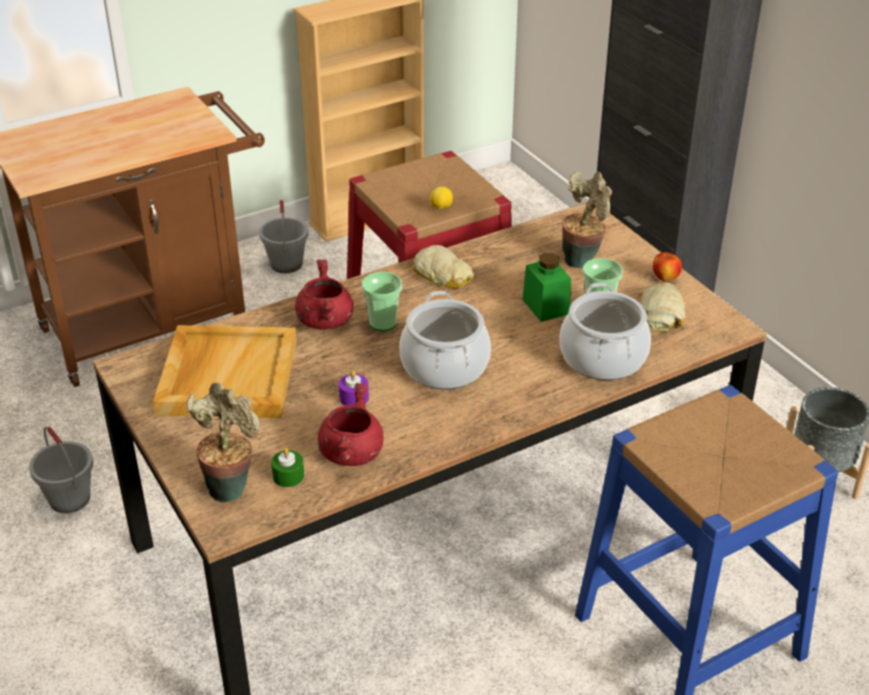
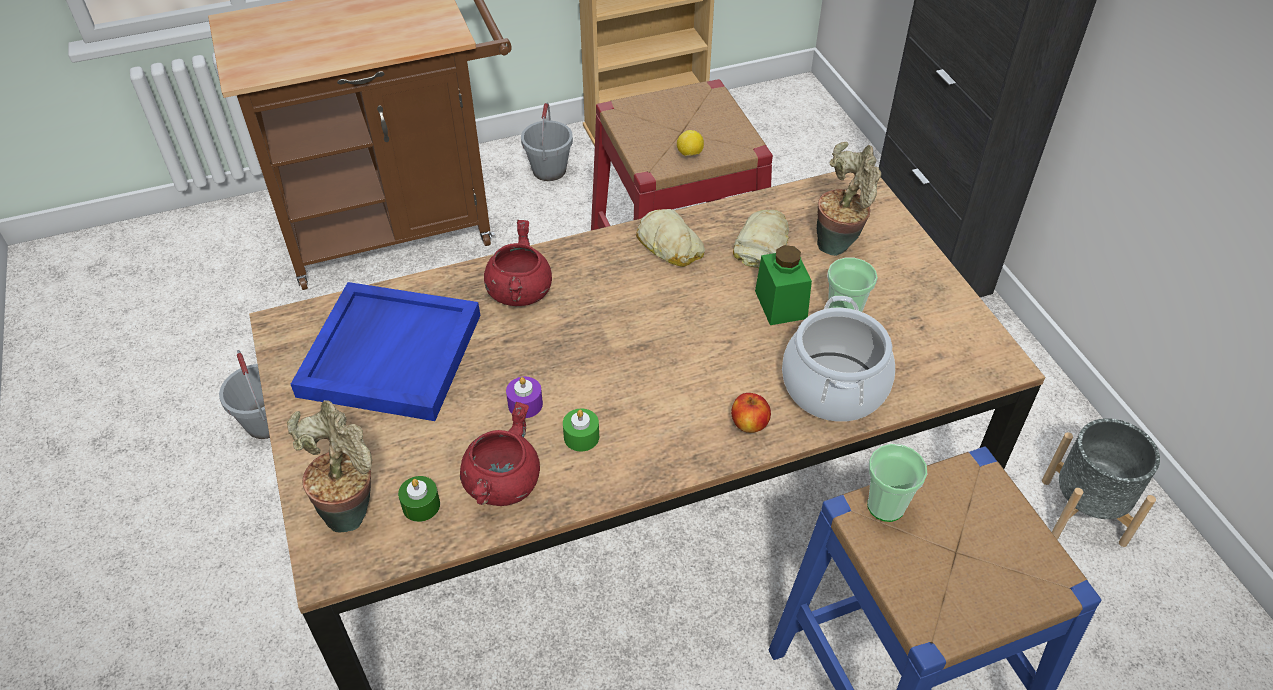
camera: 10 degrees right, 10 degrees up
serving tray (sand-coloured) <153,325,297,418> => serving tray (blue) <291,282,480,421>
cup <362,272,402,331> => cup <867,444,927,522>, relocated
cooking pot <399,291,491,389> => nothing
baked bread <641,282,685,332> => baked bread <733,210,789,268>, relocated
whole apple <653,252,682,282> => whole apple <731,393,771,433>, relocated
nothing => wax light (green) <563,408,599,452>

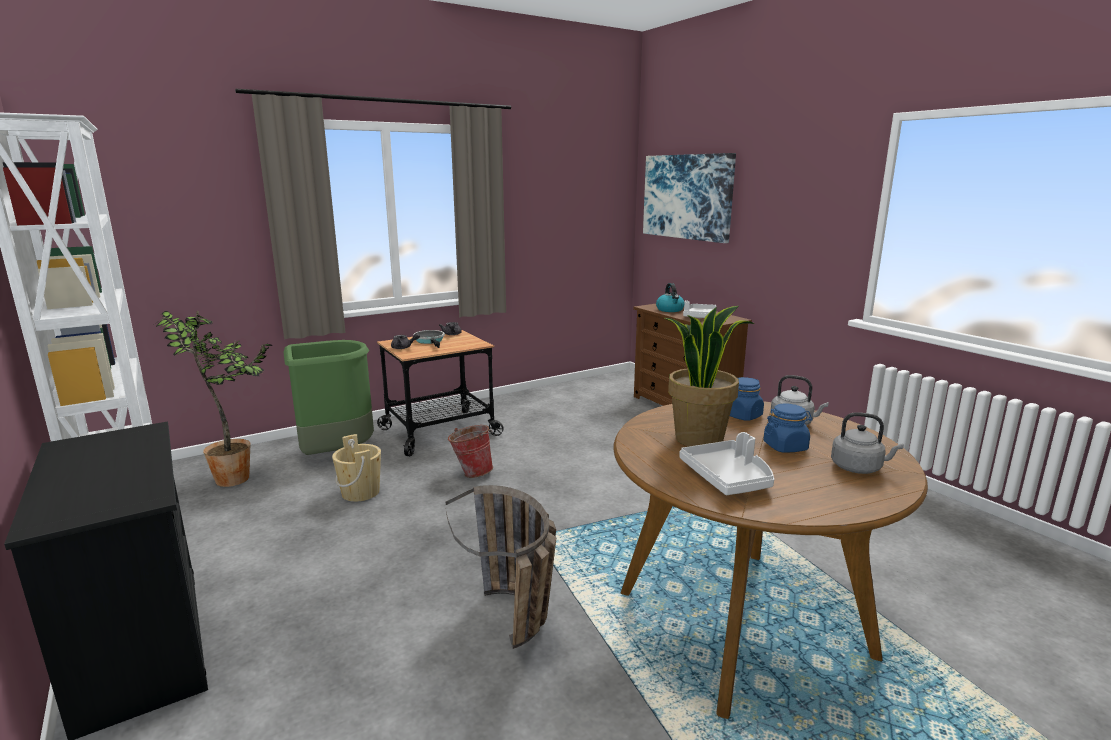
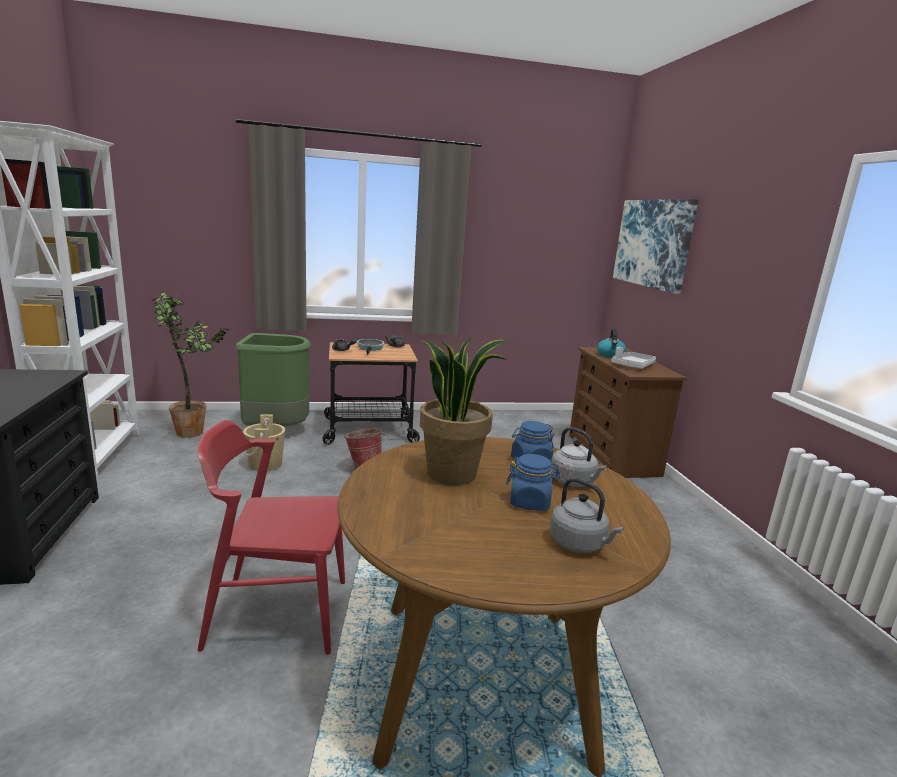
camera: 20 degrees right, 0 degrees up
household basket <446,485,557,649> => upright chair (red-coloured) <197,420,345,655>
serving tray (gray) <679,432,774,495> => nothing

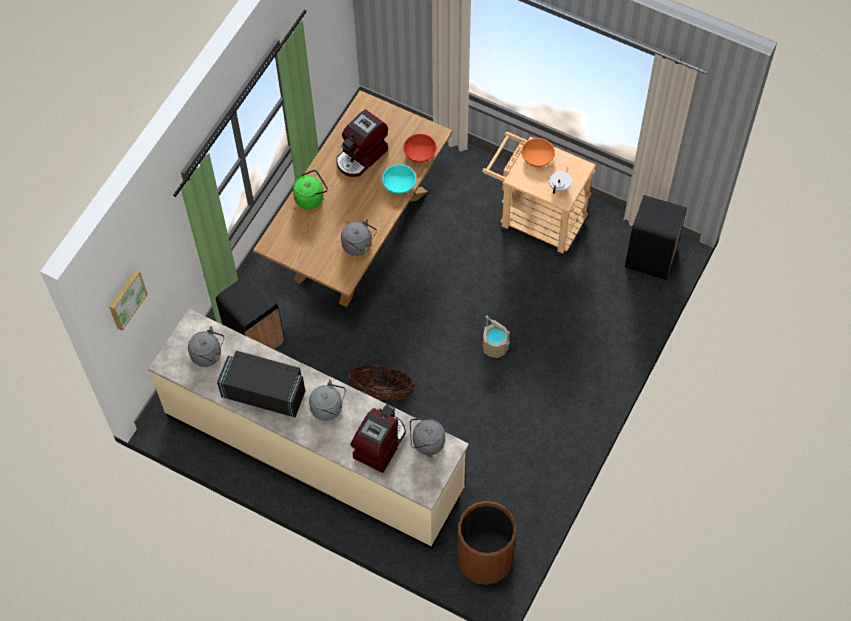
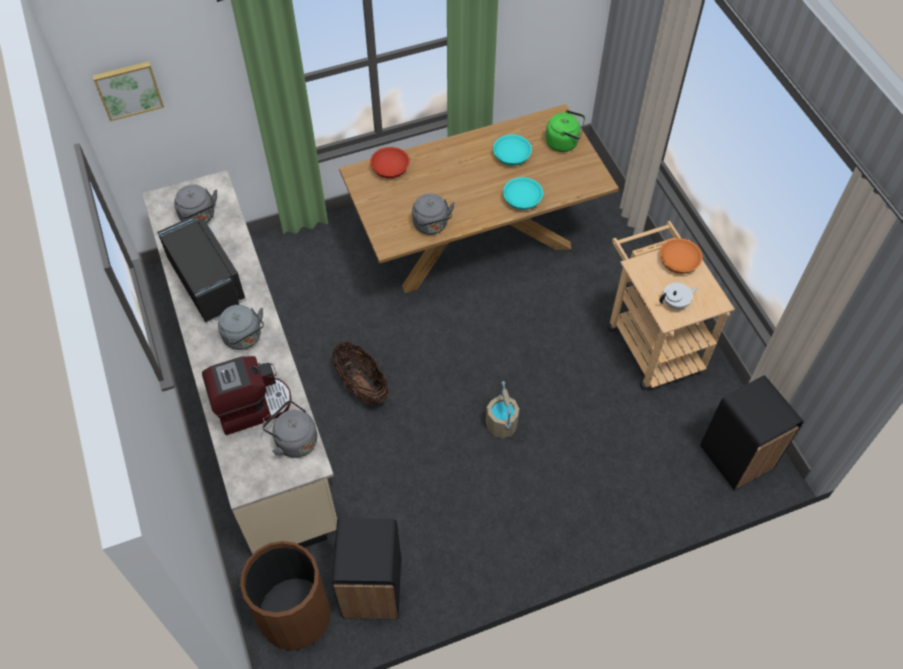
camera: 40 degrees right, 5 degrees down
trash can (black-coloured) <216,274,285,350> => trash can (black-coloured) <332,518,401,619>, relocated
water kettle (green) <293,170,328,209> => water kettle (green) <546,110,585,152>, relocated
coffee maker <336,109,388,177> => serving bowl (blue-green) <493,135,532,166>
serving bowl (red-coloured) <403,134,437,163> => serving bowl (red-coloured) <370,147,409,179>, relocated

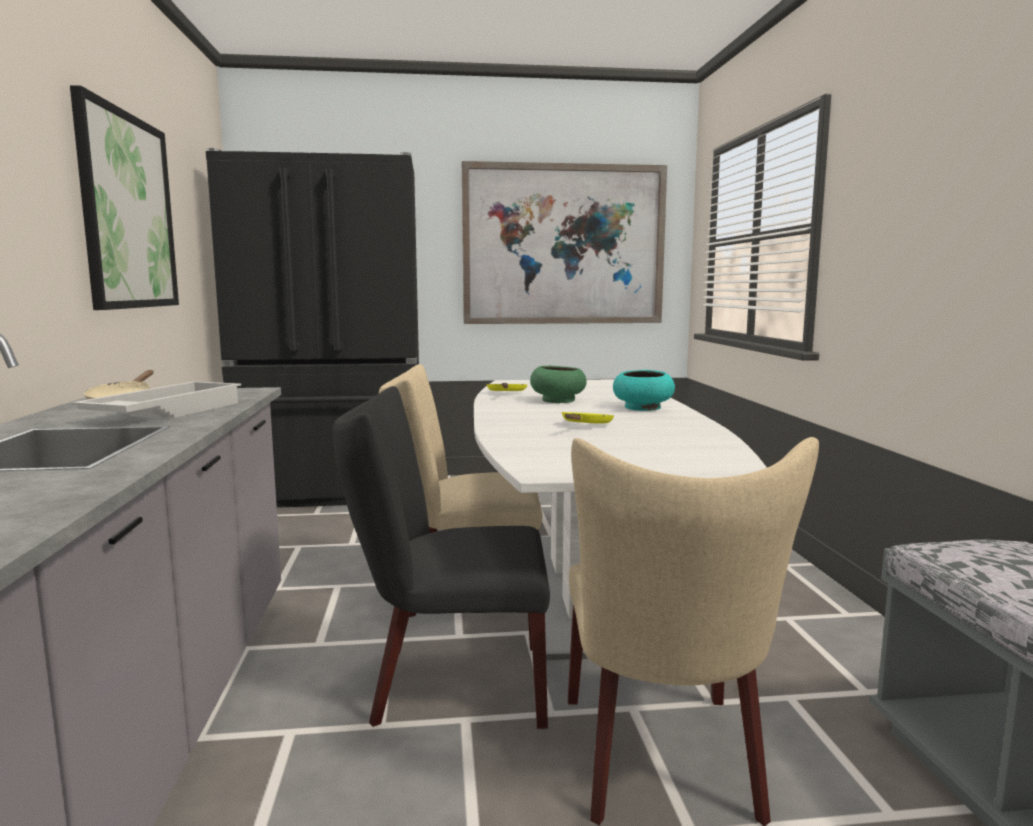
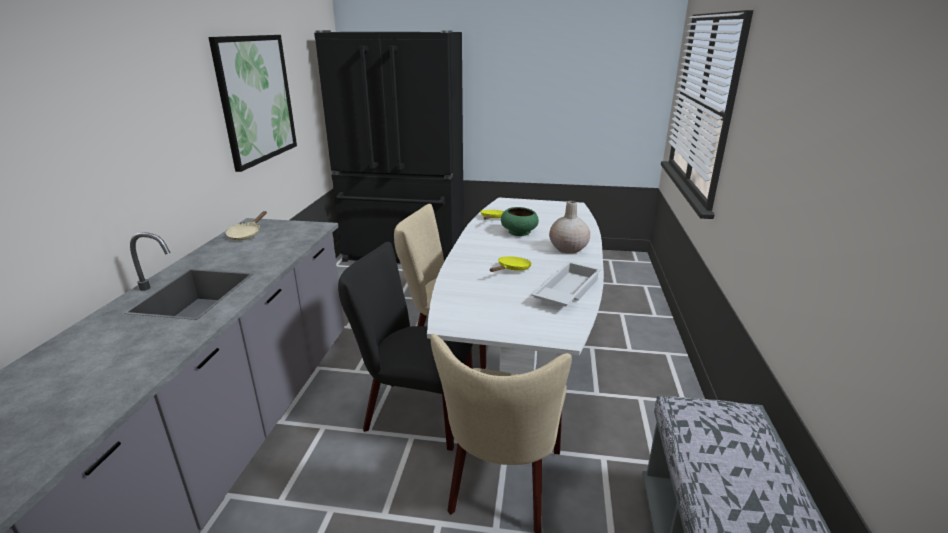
camera: 15 degrees right, 15 degrees up
serving tray (white-coloured) <71,381,241,418> => serving tray (white-coloured) <531,261,601,307>, relocated
wall picture <462,161,667,324> => nothing
serving bowl (blue-green) <613,370,675,411> => flower vase (sand-coloured) <549,201,590,254>

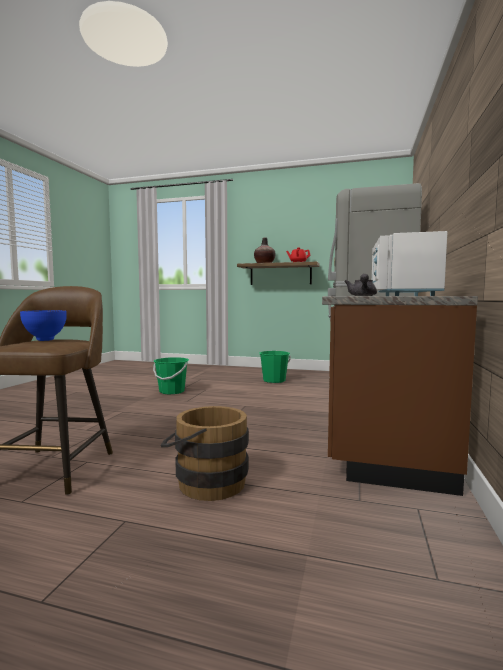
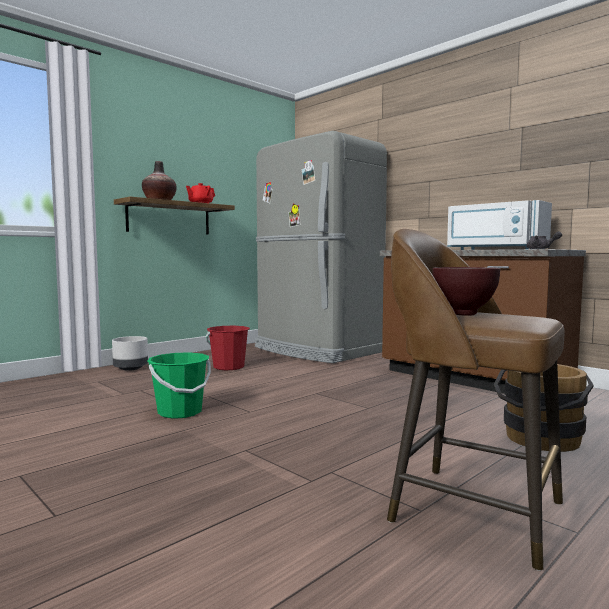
camera: 60 degrees left, 0 degrees up
serving bowl (blue) <20,310,67,341> => serving bowl (brown) <432,267,500,316>
bucket (green) <259,351,291,383> => bucket (red-coloured) <206,326,250,370>
nothing => flower pot (gray) <112,336,148,371>

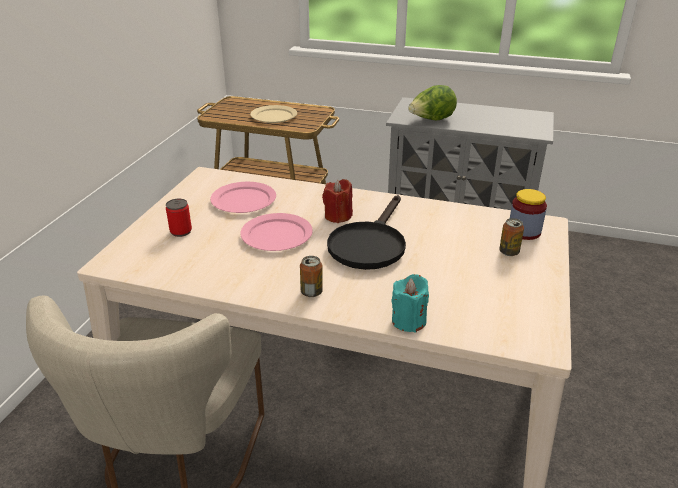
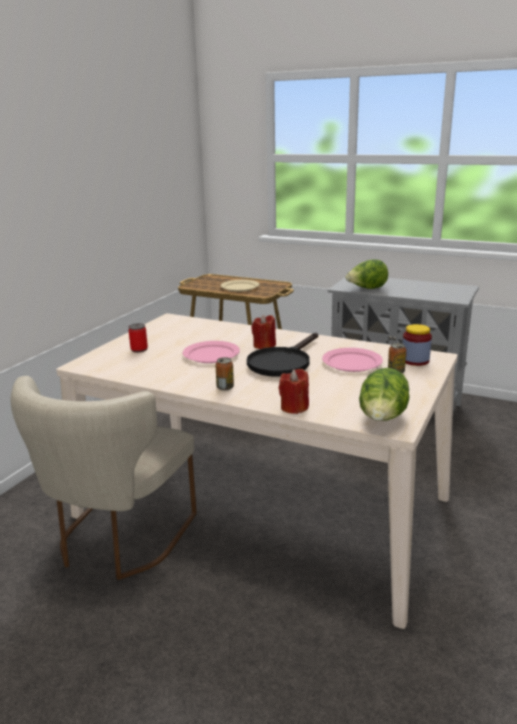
camera: 10 degrees right, 10 degrees down
flat dish (pinkish) <210,182,276,213> => flat dish (pinkish) <322,348,383,372>, relocated
wax light (blue-green) <391,274,429,333> => wax light (red-coloured) <279,369,309,414>
nothing => lettuce head <359,368,409,421>

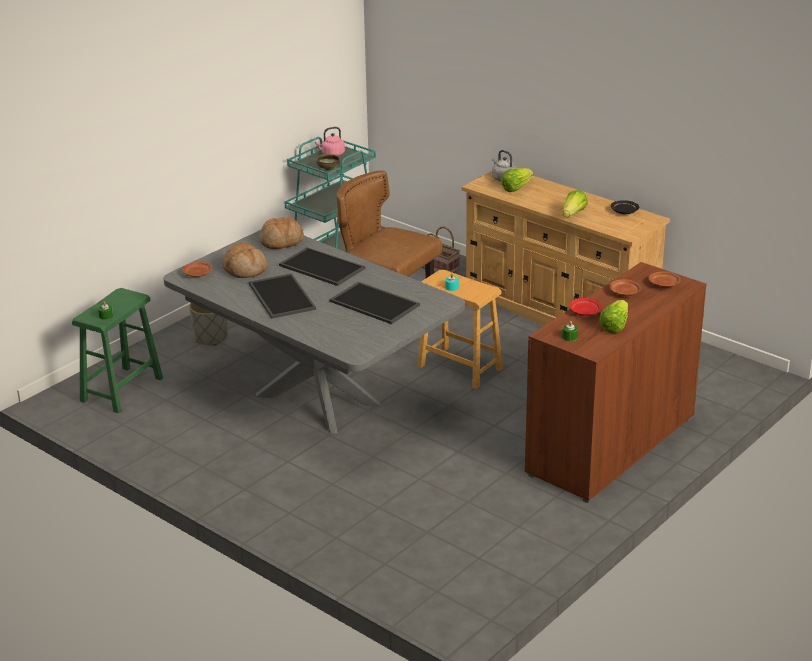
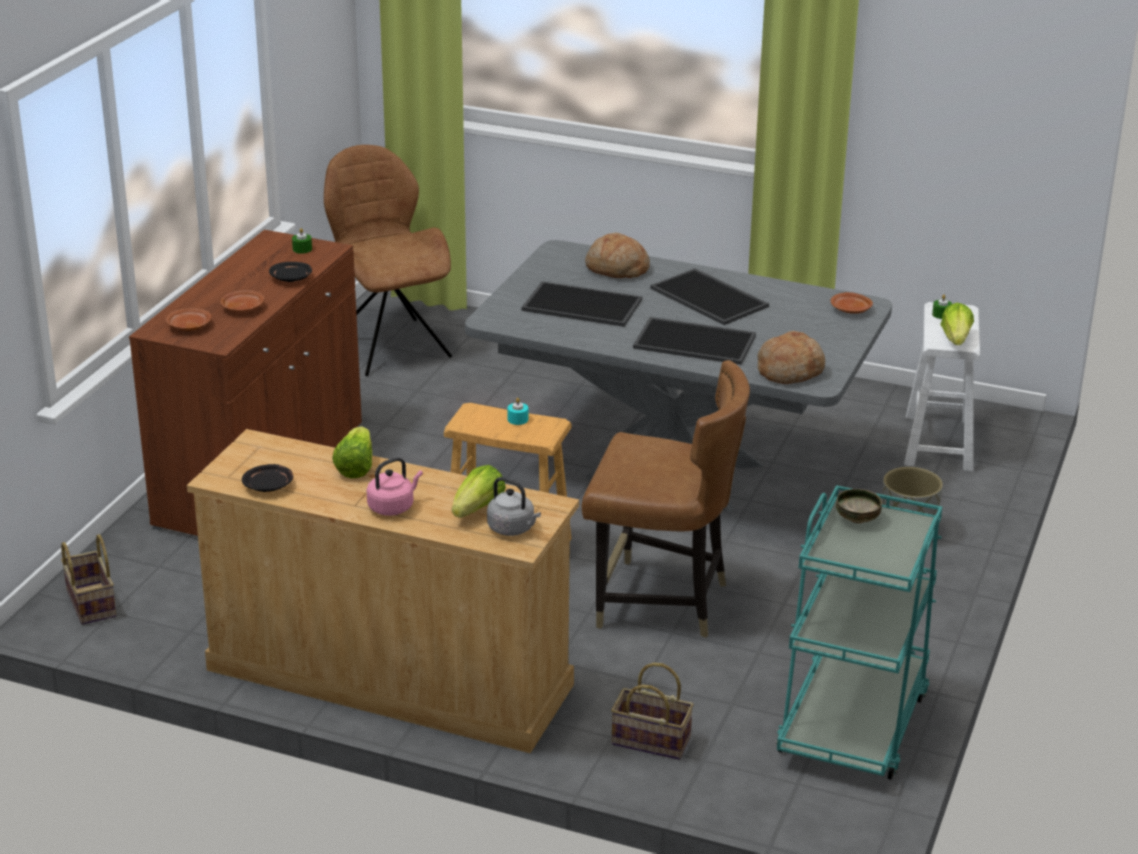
camera: 160 degrees right, 0 degrees up
stool (green) <72,288,163,413> => stool (white-coloured) <904,302,980,471>
baked bread <222,243,267,278> => baked bread <585,232,650,278>, relocated
water kettle (pinkish) <315,127,345,156> => water kettle (pinkish) <367,457,423,516>, relocated
flat dish (red-coloured) <569,298,602,316> => flat dish (black-coloured) <269,262,312,282>
lettuce head <599,300,628,333> => lettuce head <940,303,974,345>, relocated
nothing => household basket <61,534,117,625>
nothing => upright chair (brown) <324,145,452,376>

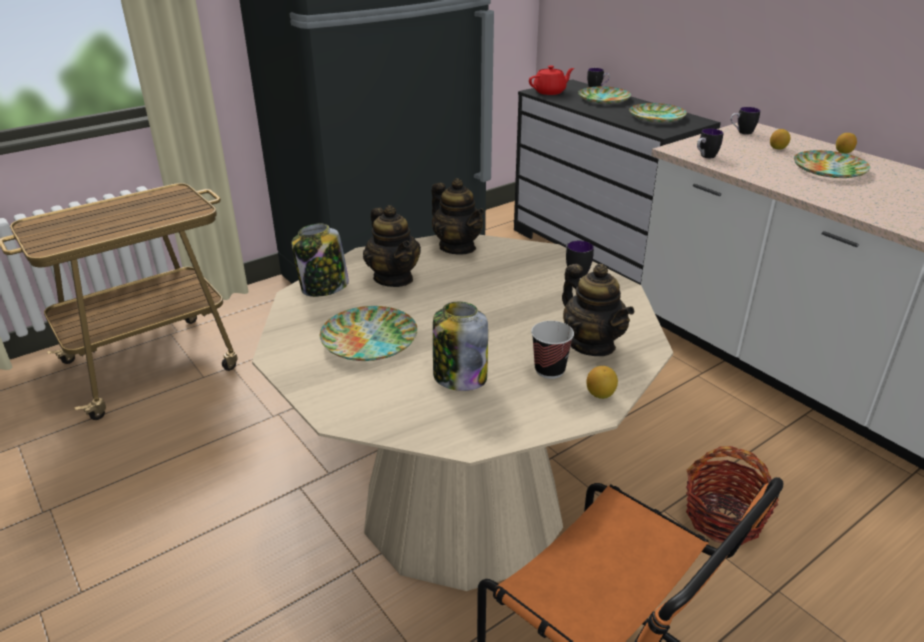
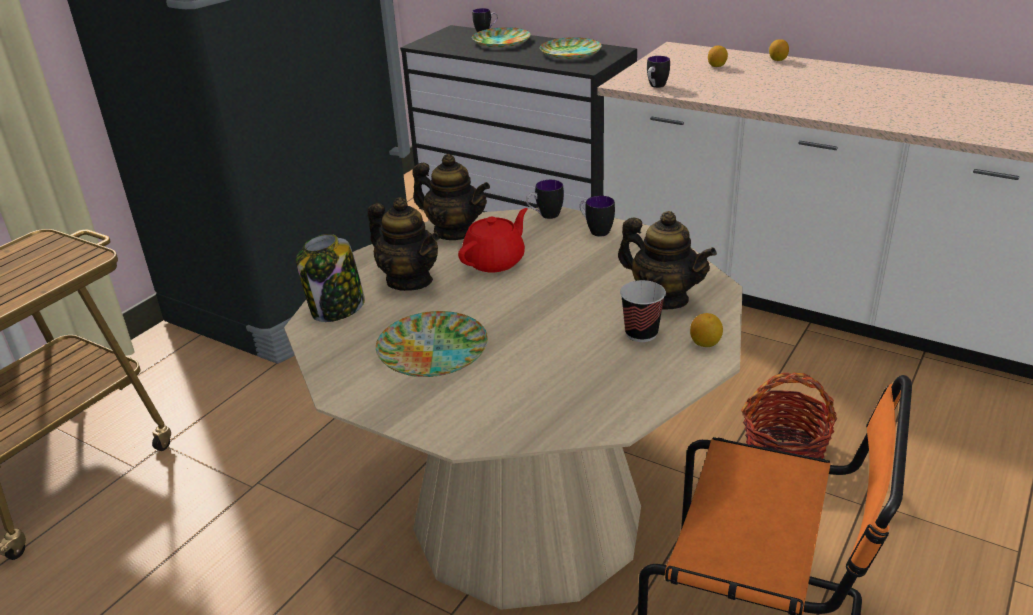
camera: 20 degrees left, 0 degrees up
preserve jar <433,302,488,391> => nothing
teapot (red-coloured) <529,65,574,95> => teapot (red-coloured) <458,208,527,272>, relocated
tea mug <730,107,760,135> => tea mug <526,180,564,219>, relocated
flat dish <794,150,870,178> => nothing

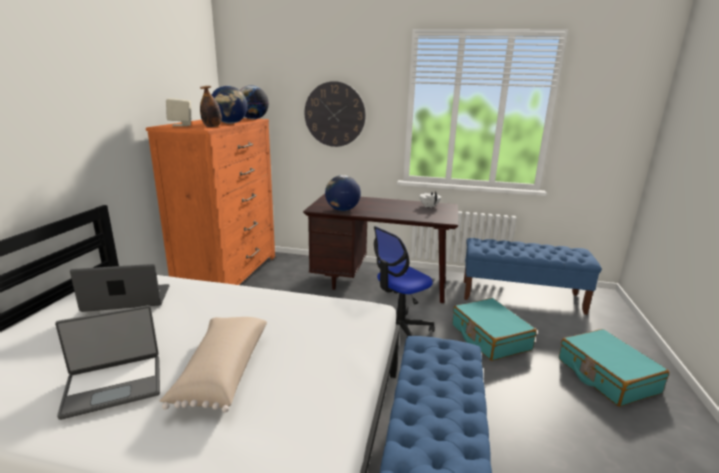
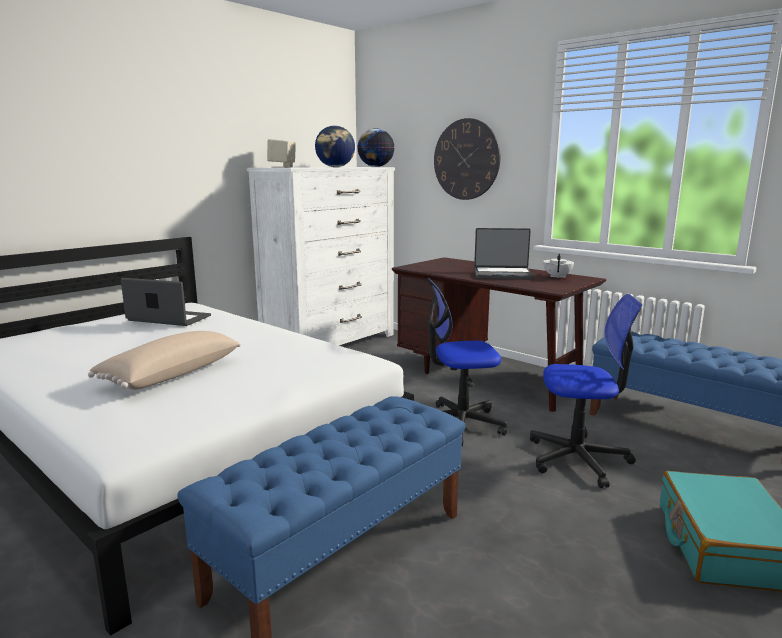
camera: 30 degrees right, 5 degrees down
laptop <55,305,160,420> => laptop <474,228,534,279>, relocated
chest of drawers (orange-coloured) <146,118,275,285> => chest of drawers (white-coloured) <247,167,395,345>
beverage bottle <200,86,222,127> => nothing
desk globe <325,175,361,211> => nothing
suitcase (blue-green) <452,298,537,361> => computer chair <530,294,642,488>

